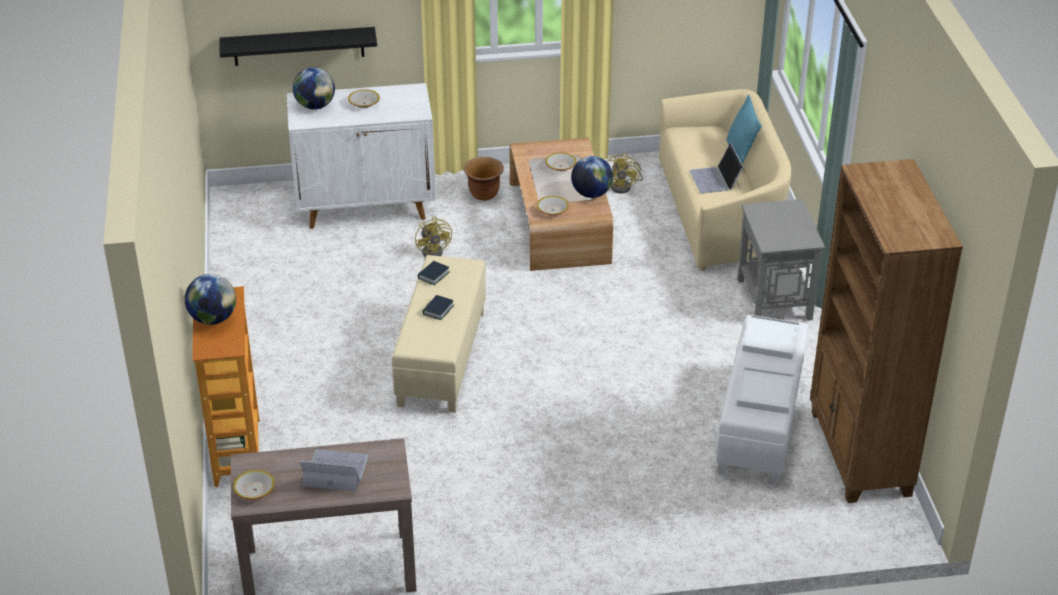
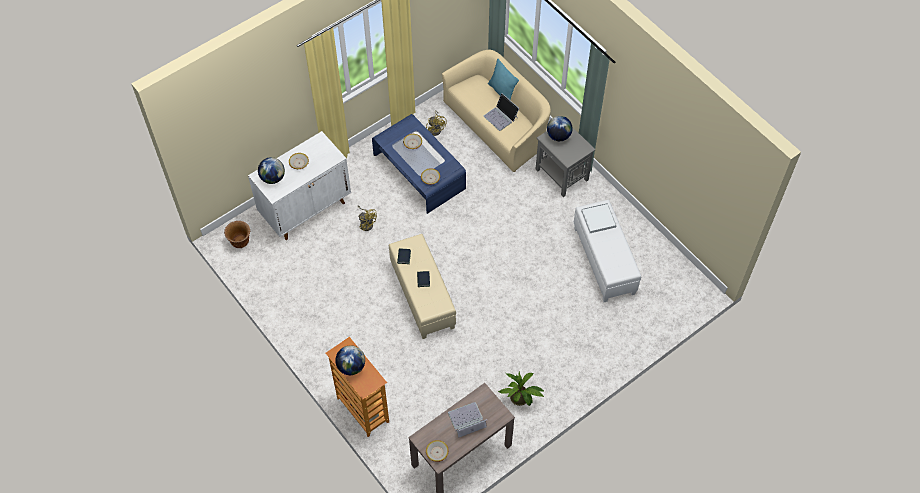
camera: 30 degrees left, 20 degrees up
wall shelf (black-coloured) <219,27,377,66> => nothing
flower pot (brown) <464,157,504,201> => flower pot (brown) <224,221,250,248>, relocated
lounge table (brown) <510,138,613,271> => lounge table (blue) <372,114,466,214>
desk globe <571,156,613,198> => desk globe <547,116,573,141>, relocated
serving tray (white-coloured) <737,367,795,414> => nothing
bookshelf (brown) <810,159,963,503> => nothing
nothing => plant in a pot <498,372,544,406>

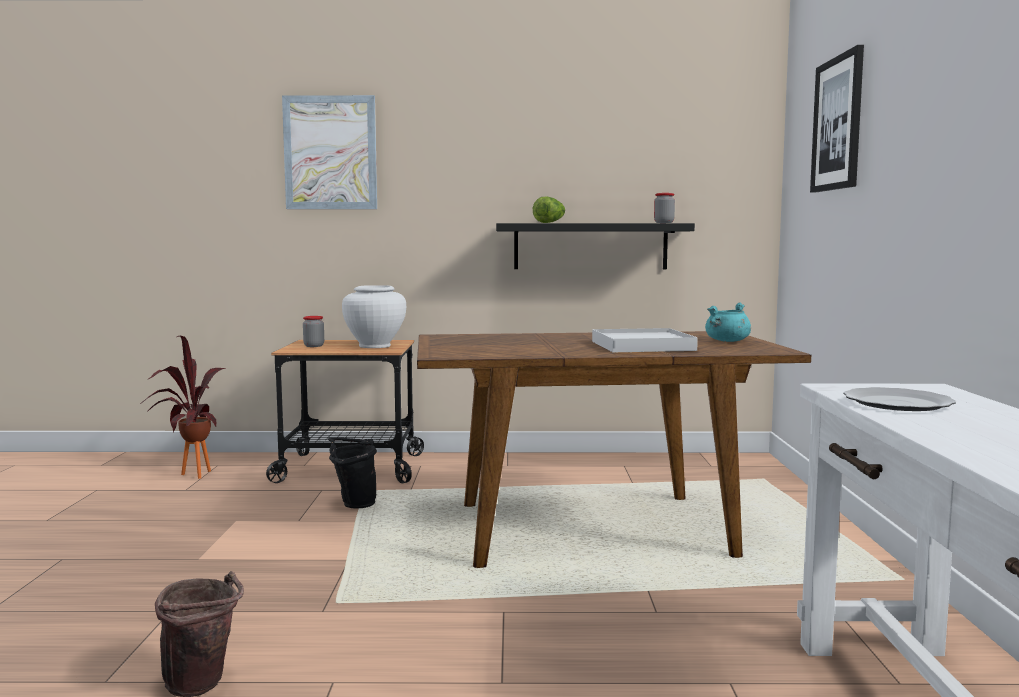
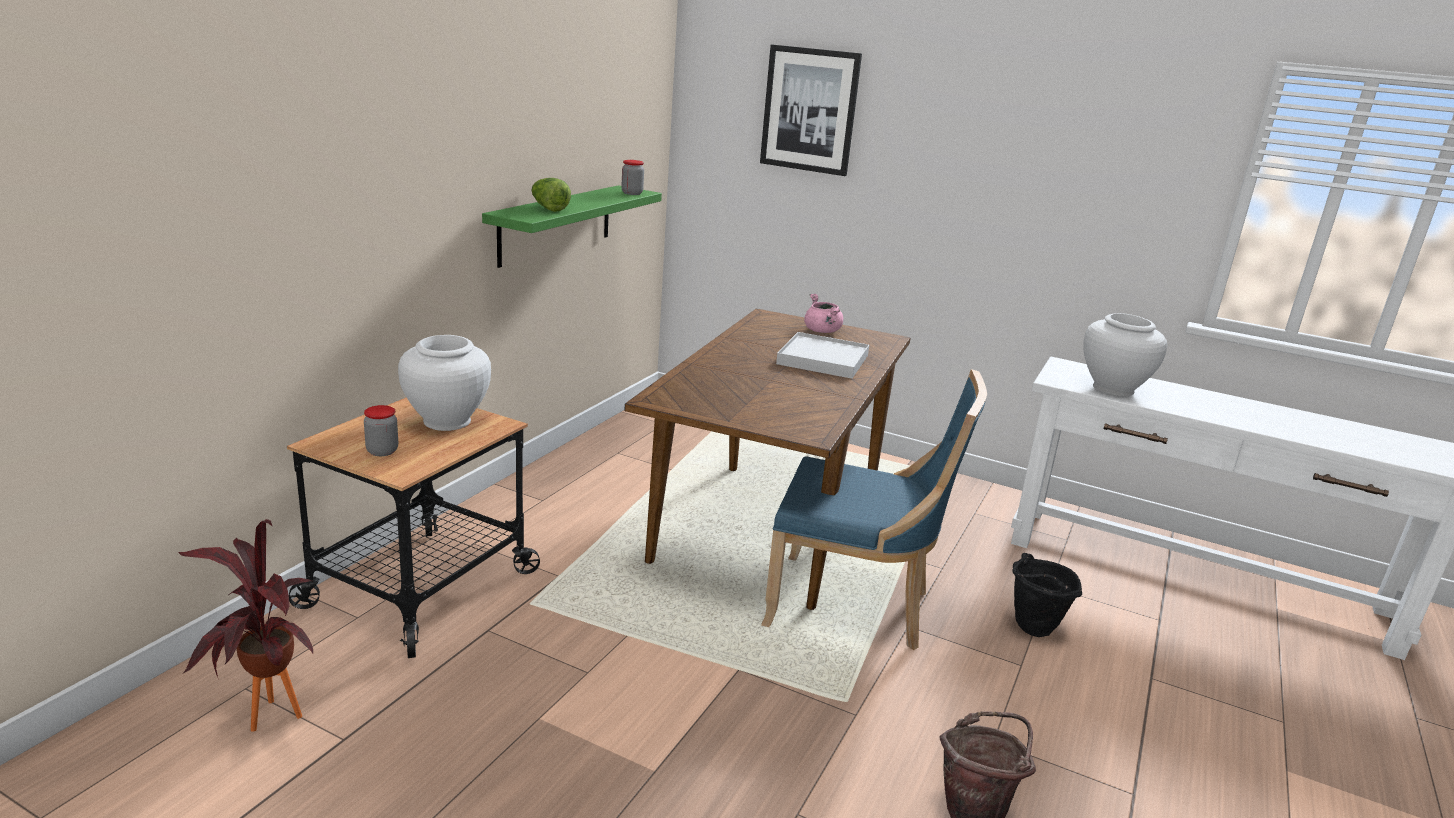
camera: 65 degrees left, 15 degrees up
wall picture <282,95,377,209> => nothing
bucket (black-coloured) <328,437,377,509> => bucket (black-coloured) <1012,553,1082,637>, relocated
wall shelf (black-coloured) <496,223,695,269> => wall shelf (green) <482,185,662,268>
cooking pot (blue-green) <705,302,751,342> => cooking pot (pinkish) <804,293,843,333>
flat dish <843,387,956,411> => flower vase (white-coloured) <1083,313,1167,396>
nothing => upright chair (blue) <761,369,987,650>

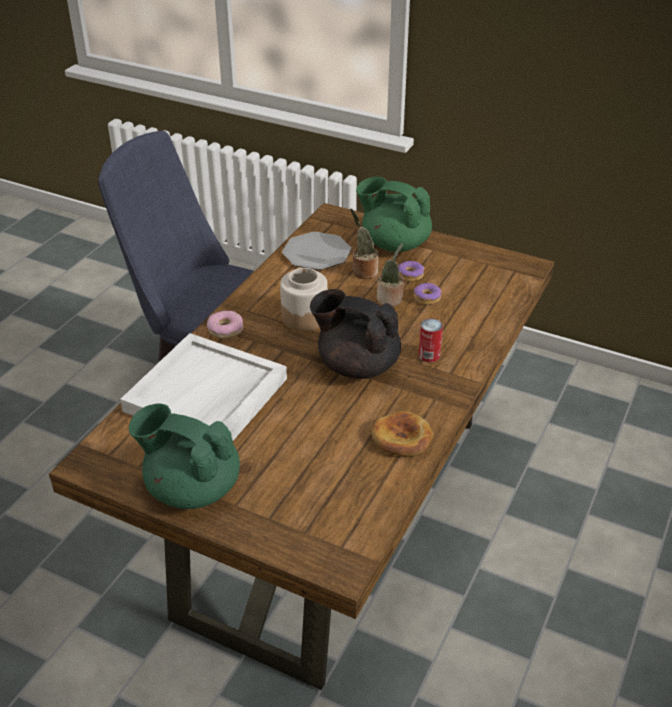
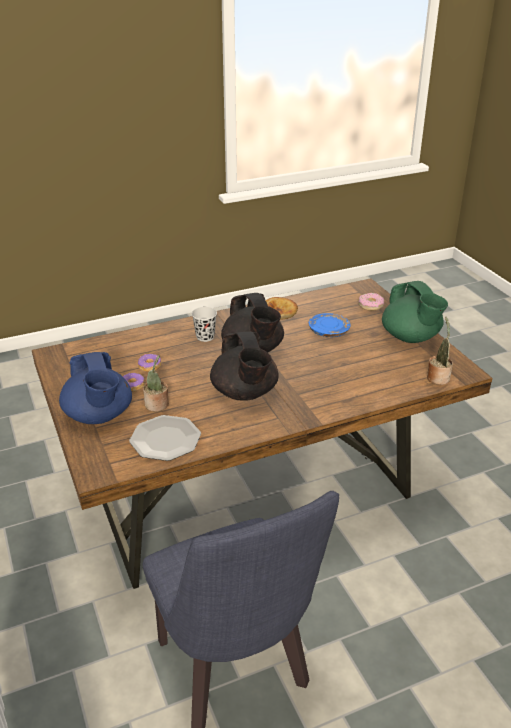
camera: 140 degrees left, 5 degrees down
serving tray (white-coloured) <120,333,287,441> => nothing
donut <207,310,243,339> => donut <358,293,384,311>, relocated
preserve jar <280,268,328,331> => teapot (black-coloured) <210,332,279,401>
teapot (green) <356,177,432,252> => teapot (blue) <59,352,132,424>
plant in a pot <377,243,405,306> => plant in a pot <427,317,453,385>, relocated
can <418,319,443,362> => cup (black-coloured) <192,307,217,342>
nothing => flat dish (blue) <309,313,351,337>

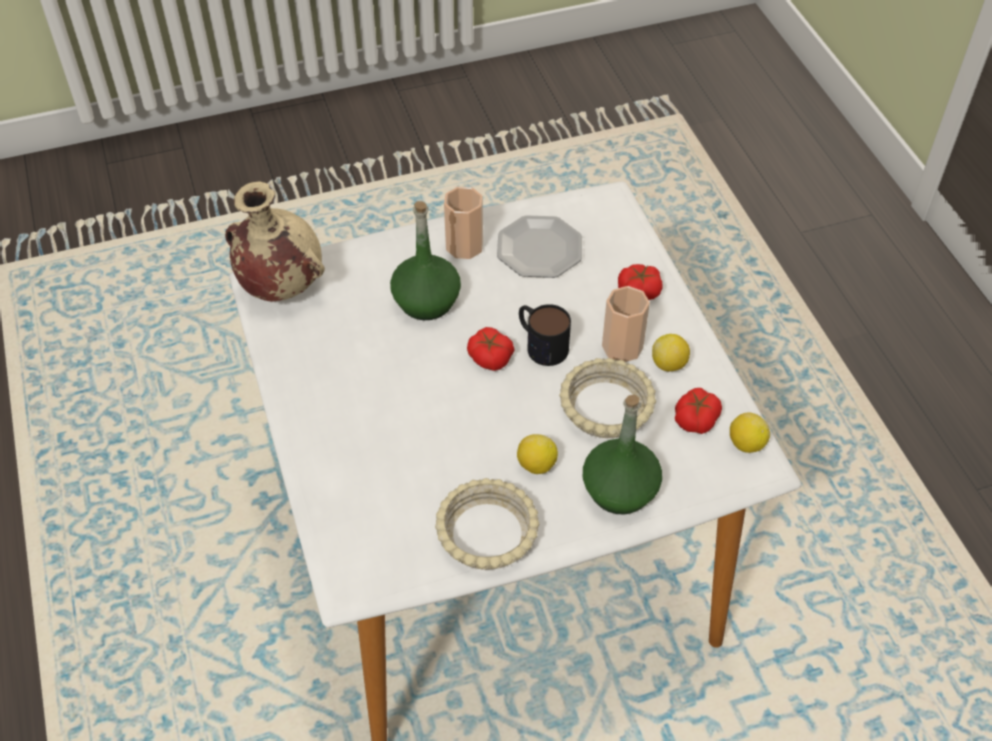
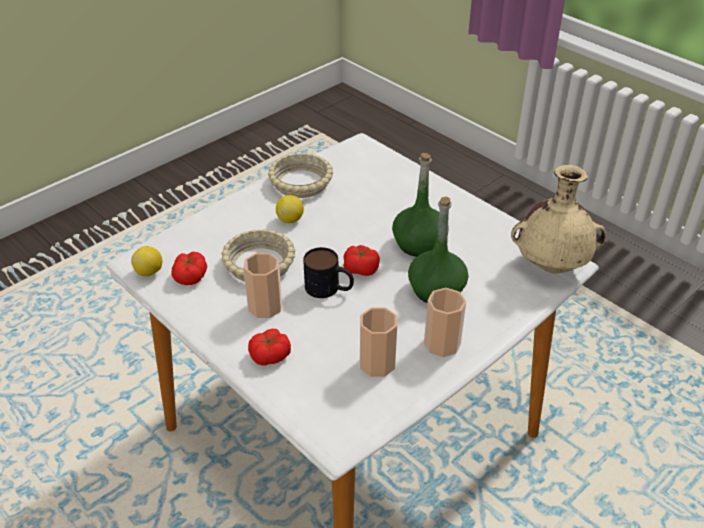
camera: 155 degrees right, 10 degrees down
flat dish <497,215,582,278> => cup <360,307,397,377>
beverage bottle (green) <583,395,662,515> => beverage bottle (green) <392,153,449,257>, relocated
whole lemon <652,334,690,372> => nothing

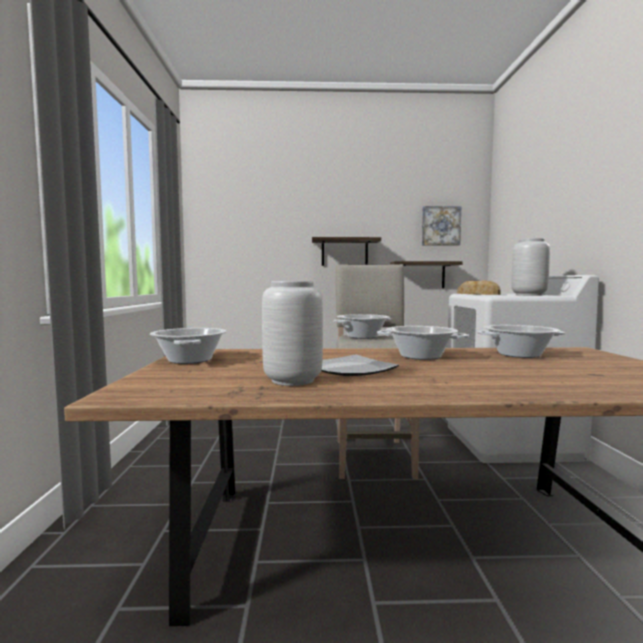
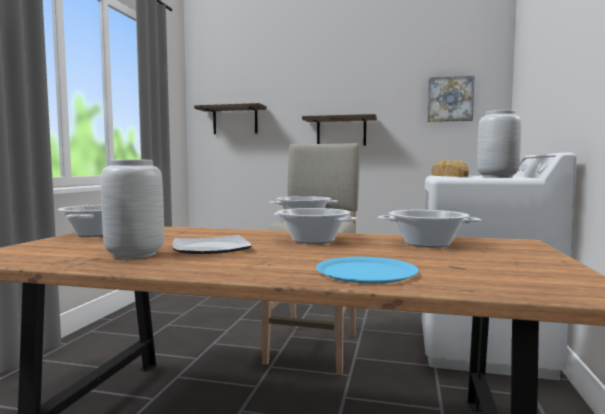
camera: 15 degrees right, 0 degrees up
wall shelf <390,261,463,288> => wall shelf <194,103,267,134>, relocated
nothing => flat dish (blue) <316,257,419,284>

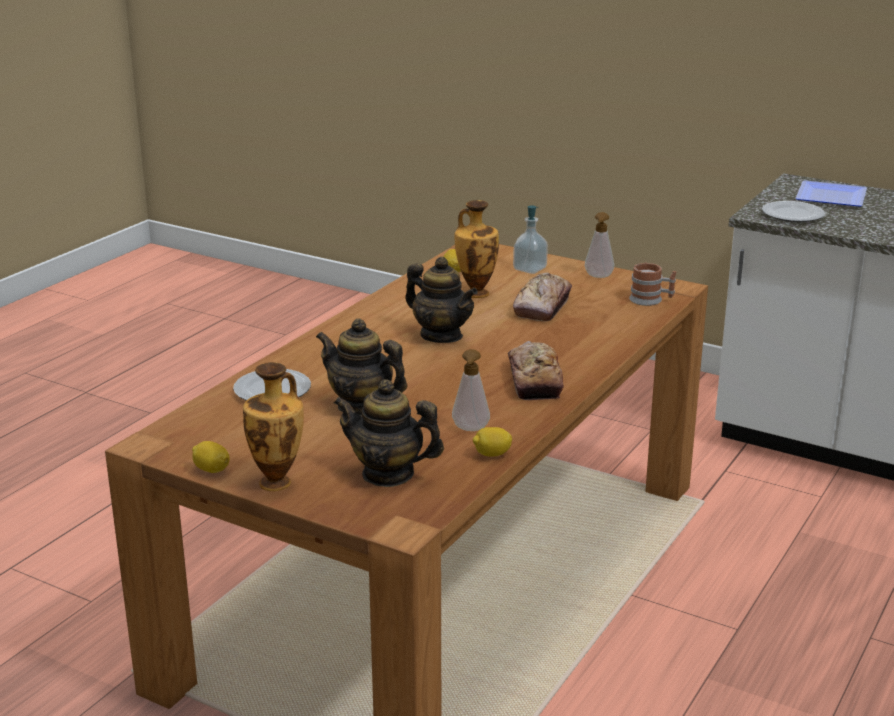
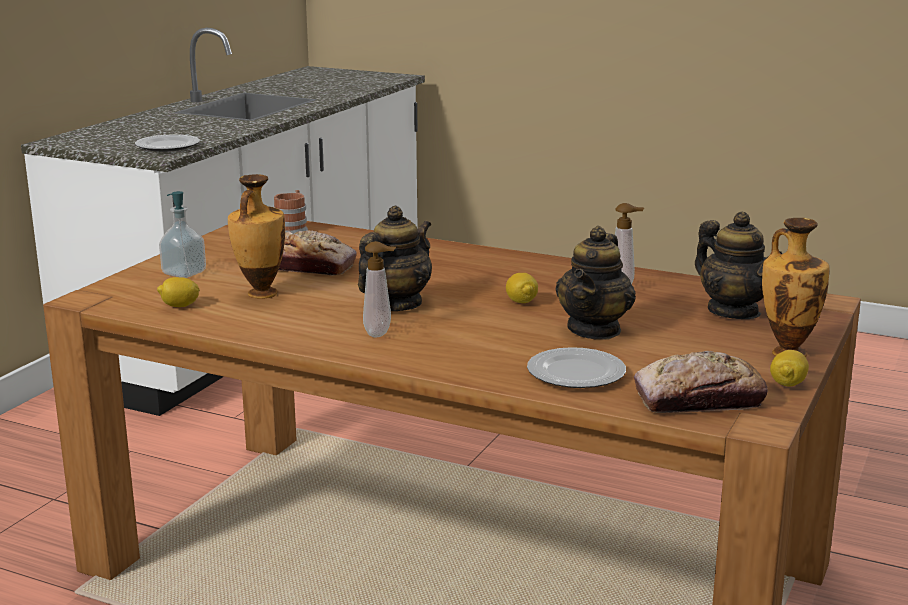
camera: 95 degrees left, 5 degrees down
teapot <334,379,444,487> => teapot <695,211,782,319>, 45 degrees counterclockwise
whole lemon <473,427,512,457> => whole lemon <506,273,538,303>, relocated
baked bread <508,341,564,400> => baked bread <634,351,768,413>, relocated
soap dispenser <585,212,614,278> => soap dispenser <363,241,396,337>, relocated
flat dish <795,180,867,207> => nothing

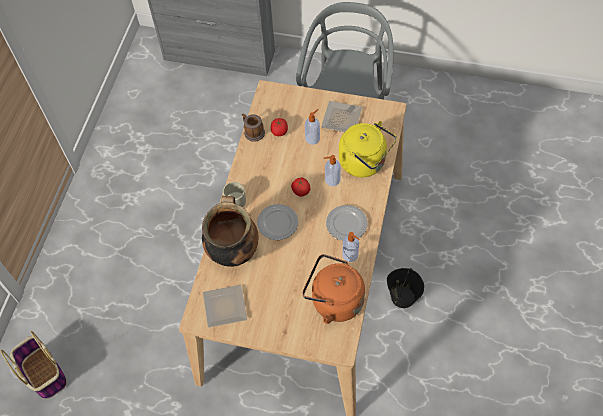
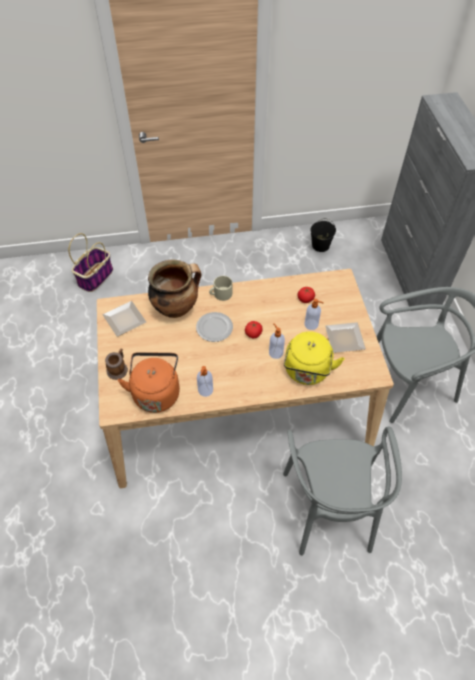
camera: 65 degrees right, 5 degrees down
tea mug <242,114,265,142> => tea mug <105,349,128,380>, relocated
flat dish <326,205,368,241> => nothing
bucket (black-coloured) <387,268,424,308> => bucket (black-coloured) <310,218,336,252>, relocated
nothing => upright chair (gray) <283,427,402,556>

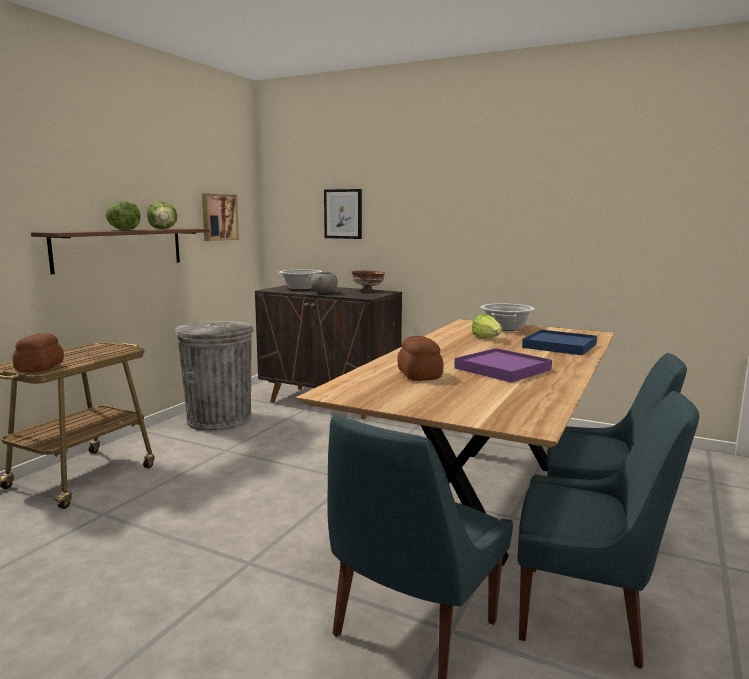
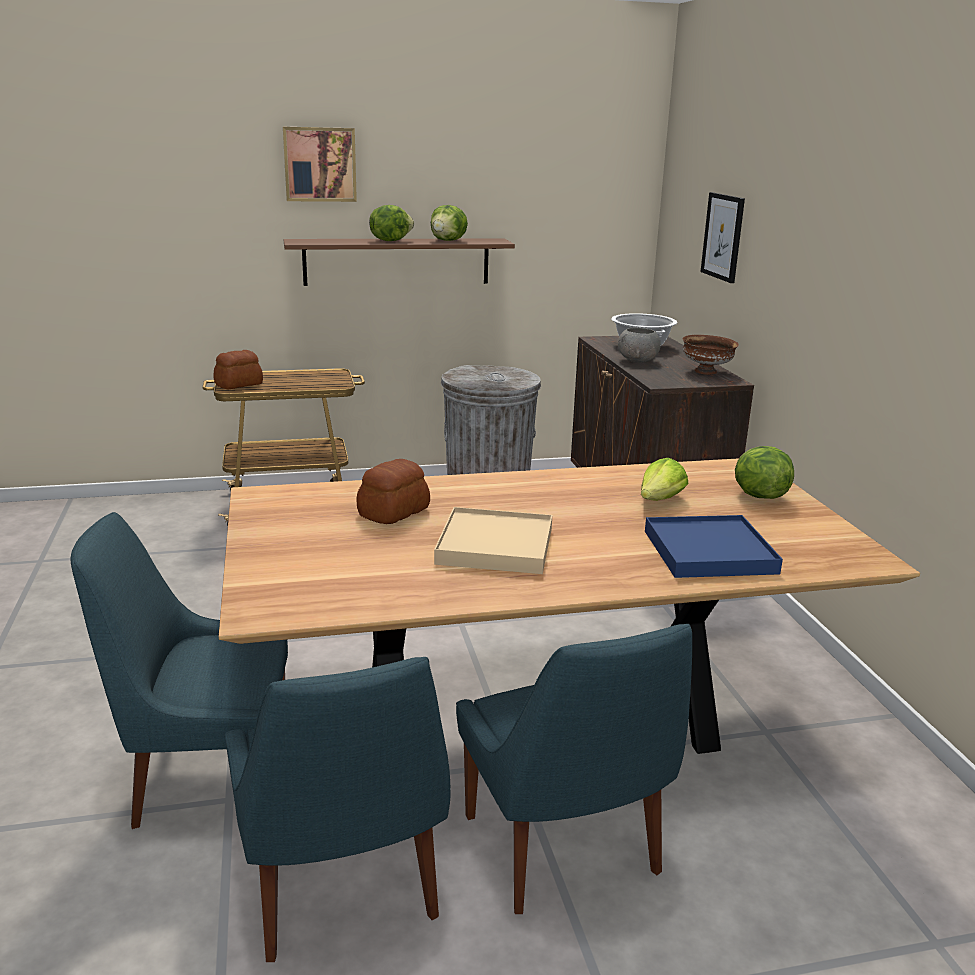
camera: 50 degrees right, 10 degrees up
wall picture <202,194,239,241> => wall picture <283,127,357,202>, relocated
serving tray (purple-coloured) <454,348,552,383> => serving tray (sand-coloured) <434,507,552,574>
cooking pot <481,303,535,331> => lettuce head <735,446,794,499>

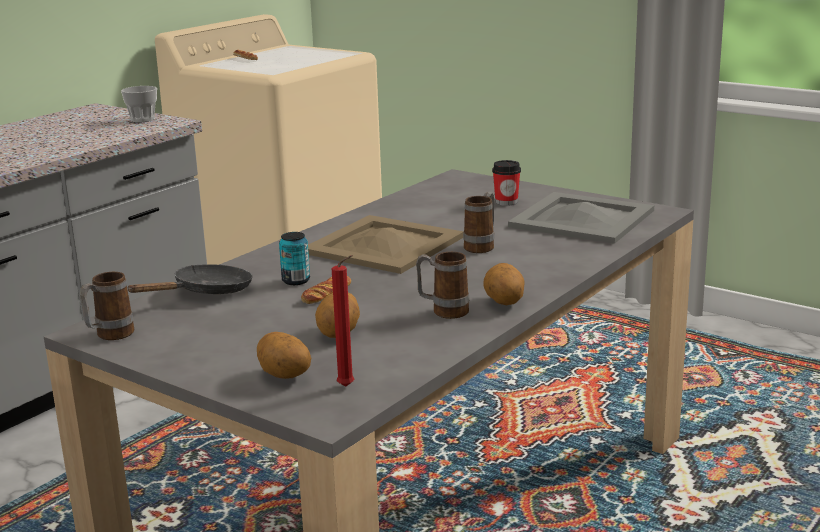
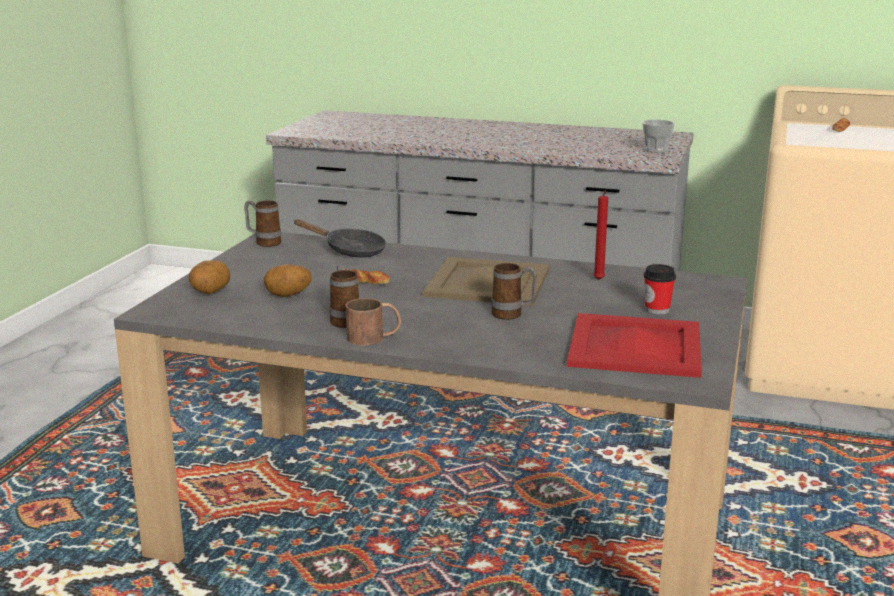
camera: 70 degrees right, 0 degrees up
can <279,232,310,285> => nothing
wax light (red-coloured) <332,255,354,387> => wax light (red-coloured) <593,190,608,280>, relocated
spud <484,263,524,305> => tea mug (brown) <346,298,401,345>
serving tray (gray) <508,192,654,244> => serving tray (red-coloured) <567,313,702,378>

